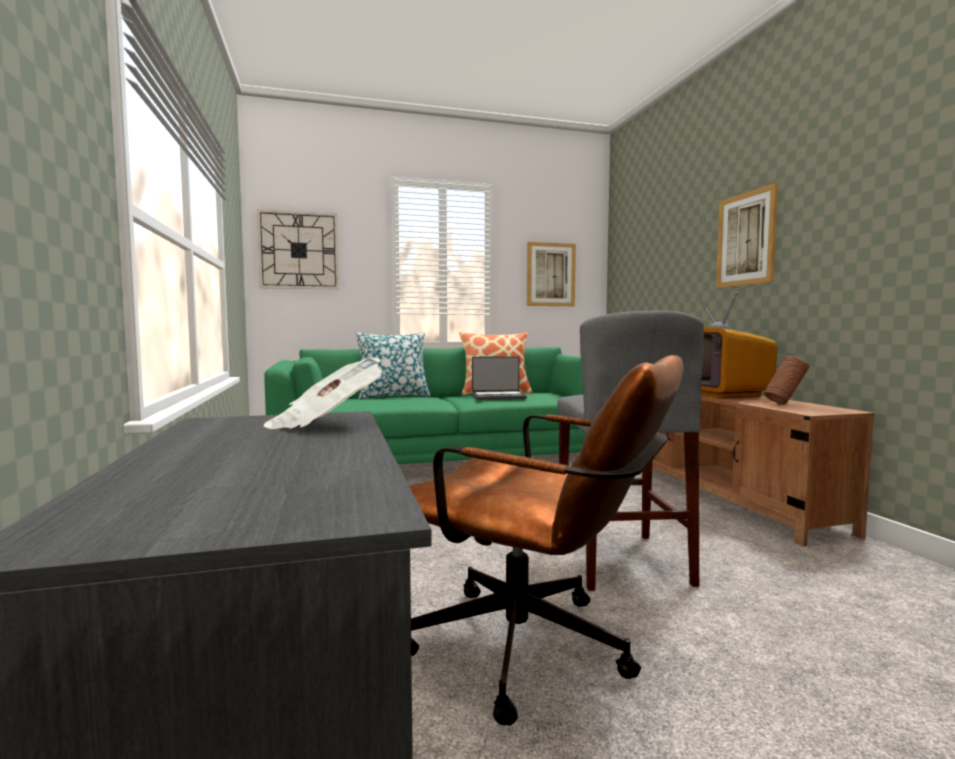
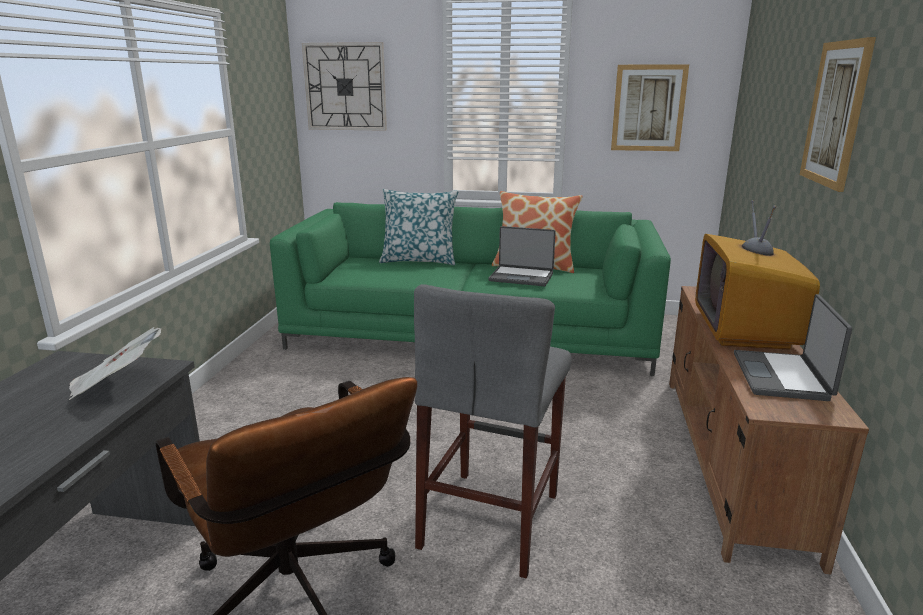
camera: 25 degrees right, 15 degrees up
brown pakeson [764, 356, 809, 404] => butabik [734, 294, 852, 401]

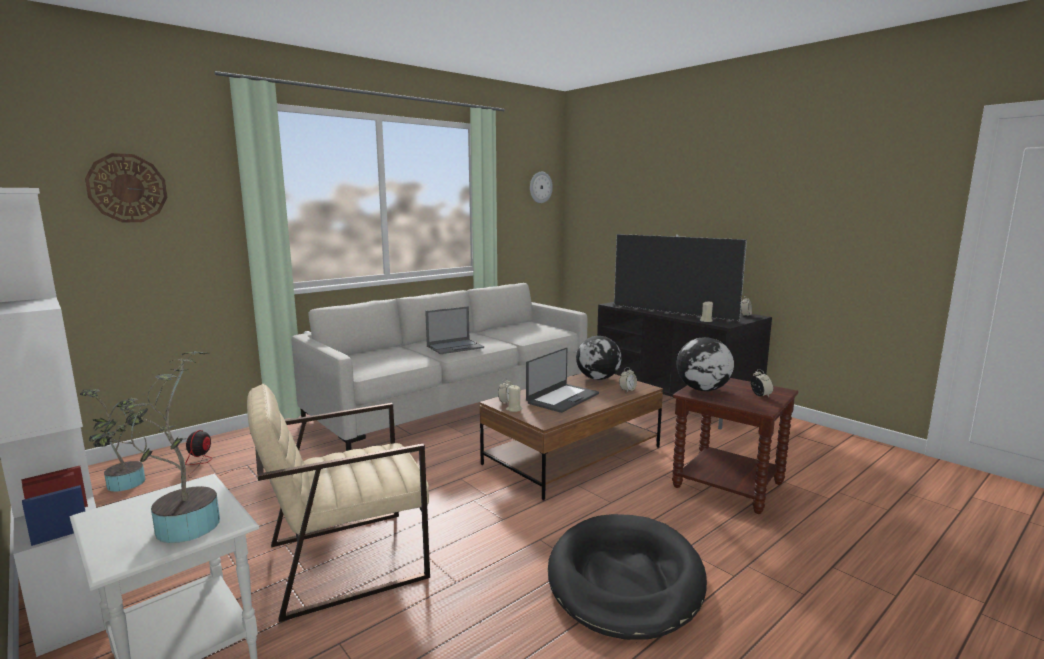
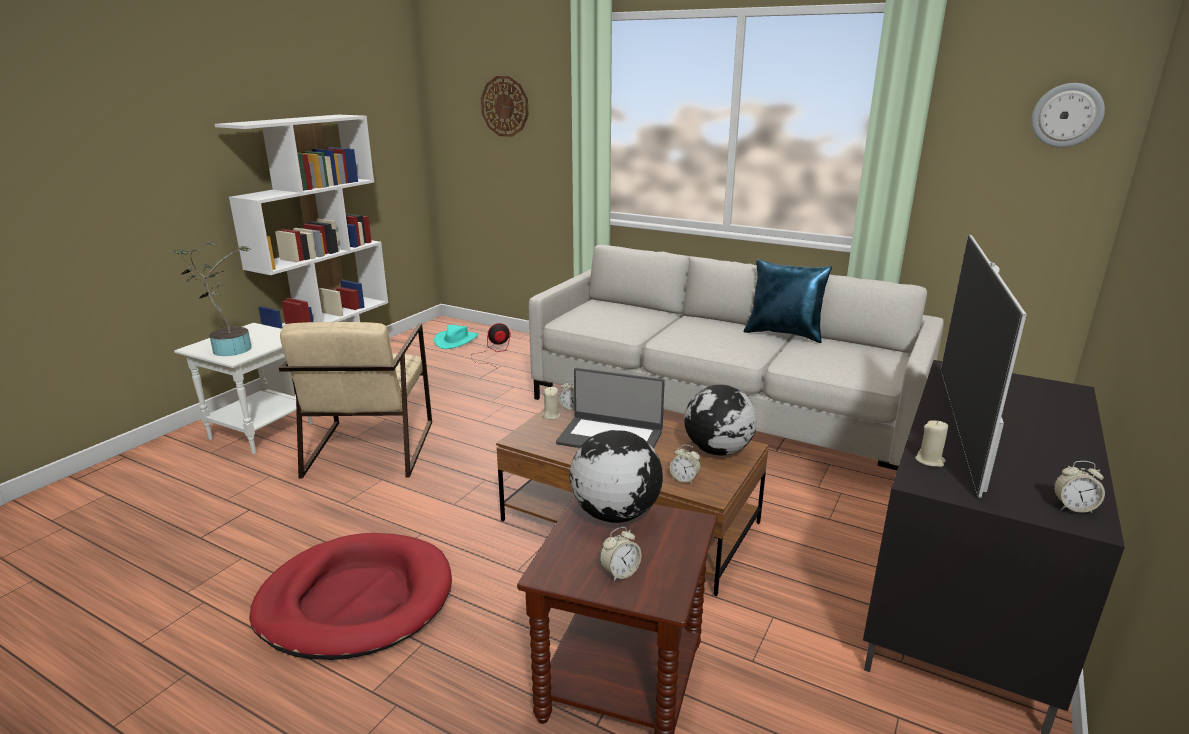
camera: 70 degrees right, 10 degrees up
butabik [425, 306, 484, 354] => nothing
nothing => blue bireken [744, 259, 832, 343]
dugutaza [80, 388, 145, 492] => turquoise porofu [434, 325, 478, 349]
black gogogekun [548, 514, 707, 640] => red gogogekun [249, 533, 452, 660]
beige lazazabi [247, 384, 430, 622] => beige lazazabi [279, 322, 432, 478], 135 degrees counterclockwise

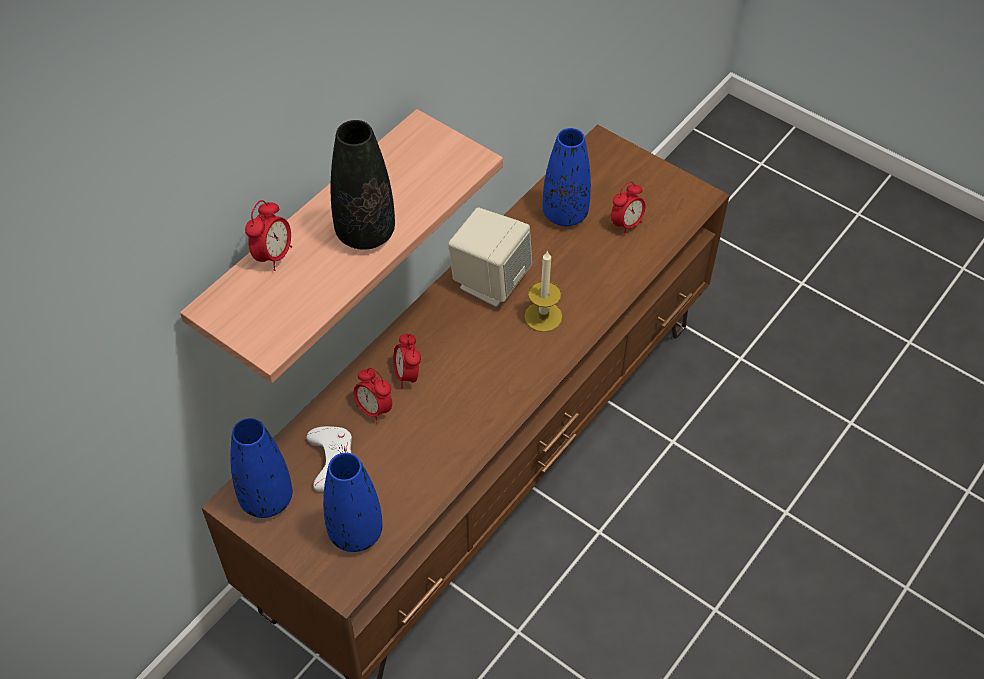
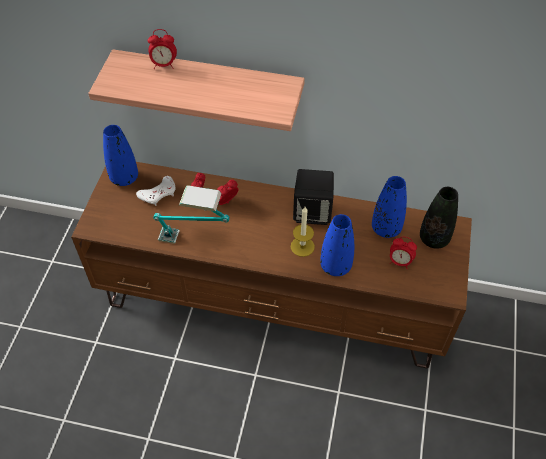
camera: 65 degrees right, 0 degrees up
nothing => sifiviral [153, 185, 230, 244]
blue pakeson [323, 453, 383, 552] => blue pakeson [320, 214, 354, 276], move
black pakeson [330, 120, 395, 250] => black pakeson [420, 187, 458, 249], move
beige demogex [448, 207, 532, 307] => black demogex [293, 169, 334, 225]

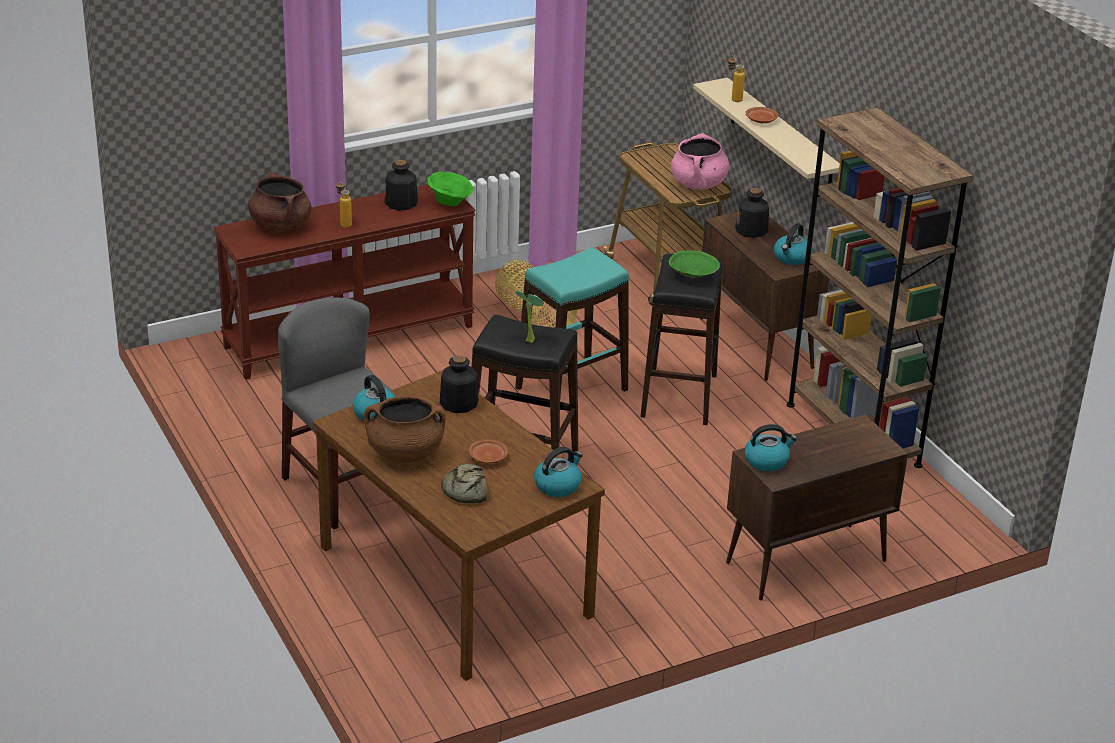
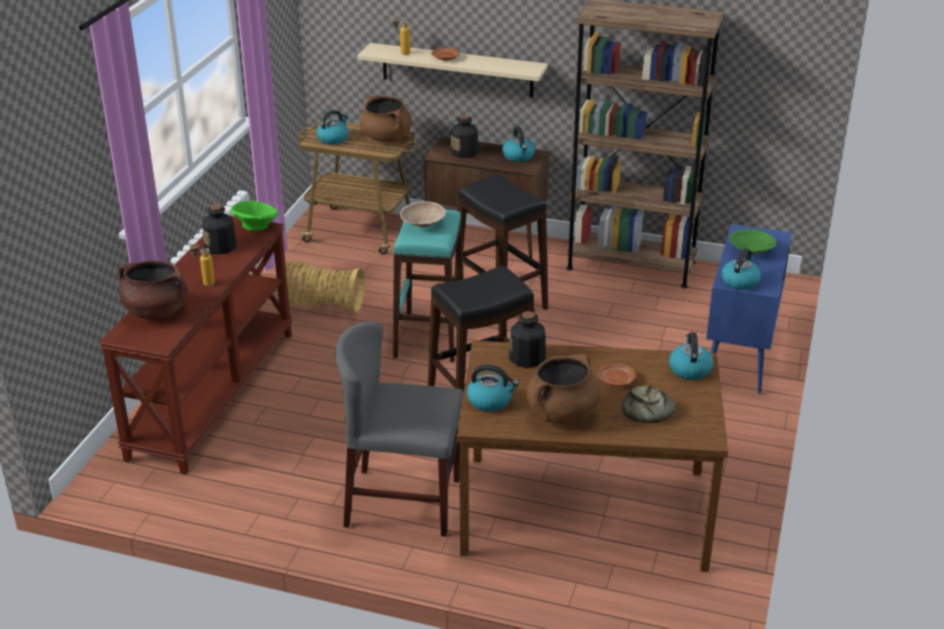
camera: 45 degrees left, 0 degrees up
dugutaza [515, 291, 544, 343] => nothing
nothing => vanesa [316, 110, 349, 145]
nothing => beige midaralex [400, 201, 446, 227]
green midaralex [669, 250, 720, 278] => green midaralex [729, 229, 776, 254], move
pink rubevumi [671, 133, 729, 189] => brown rubevumi [360, 96, 412, 143]
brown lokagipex [726, 415, 908, 601] => blue lokagipex [706, 224, 792, 394]

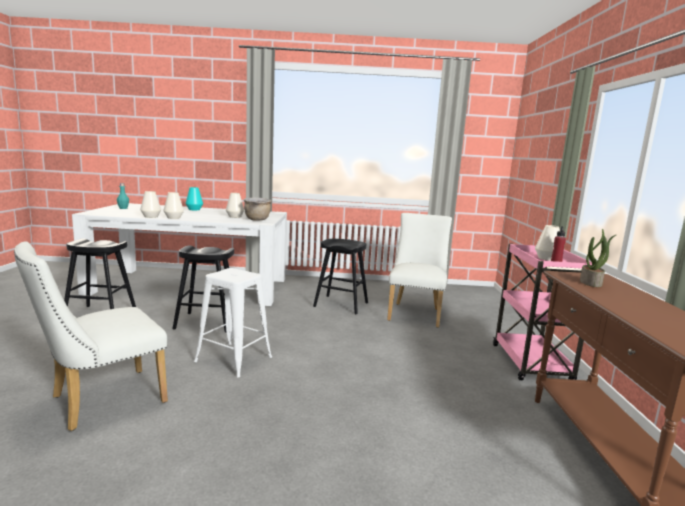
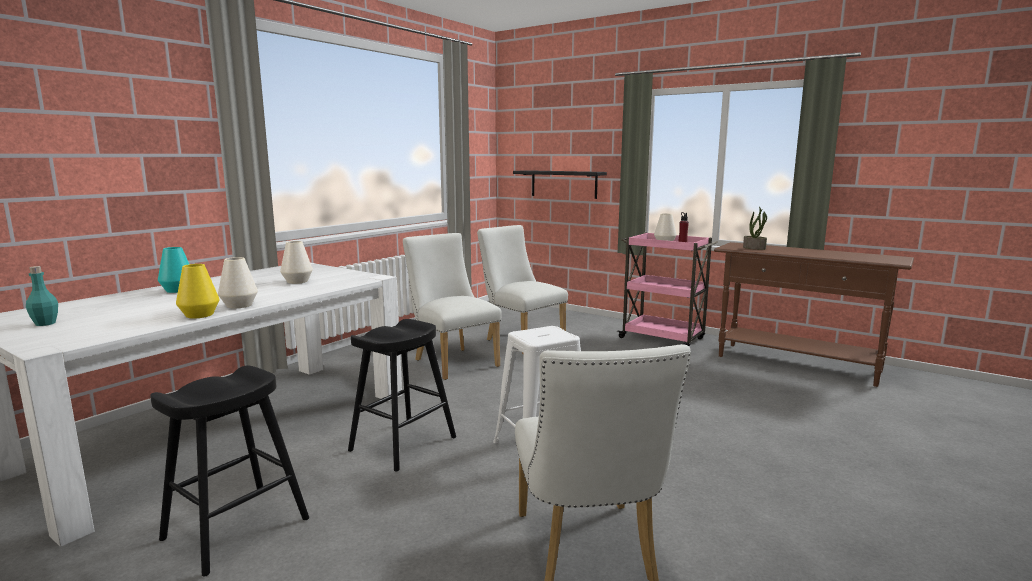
camera: 55 degrees left, 0 degrees up
brown rubevumi [244, 197, 272, 221] => nothing
nothing => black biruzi [513, 170, 607, 199]
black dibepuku [313, 239, 368, 314] => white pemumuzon [403, 233, 502, 380]
white pakeson [140, 191, 161, 218] => yellow pakeson [176, 264, 219, 318]

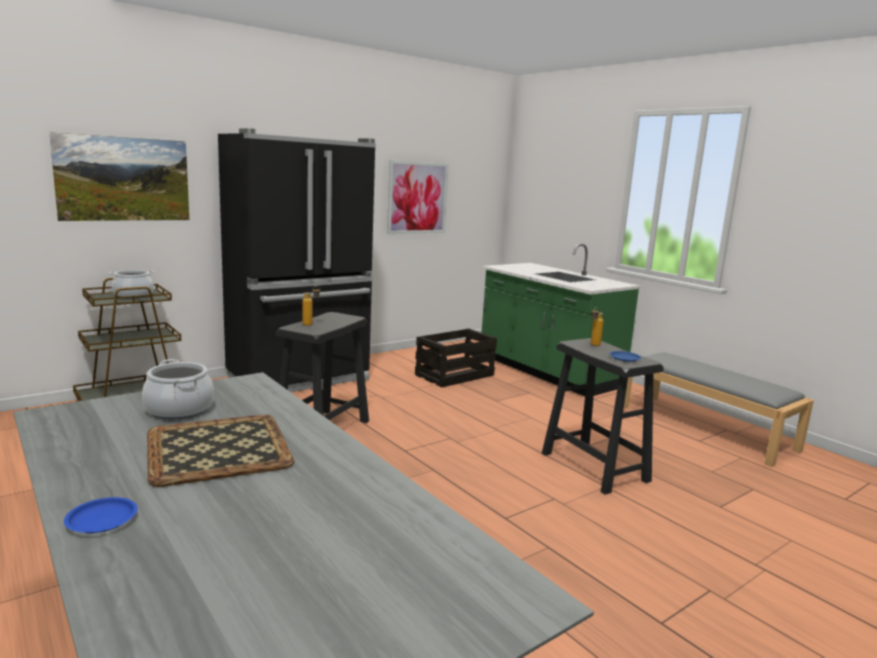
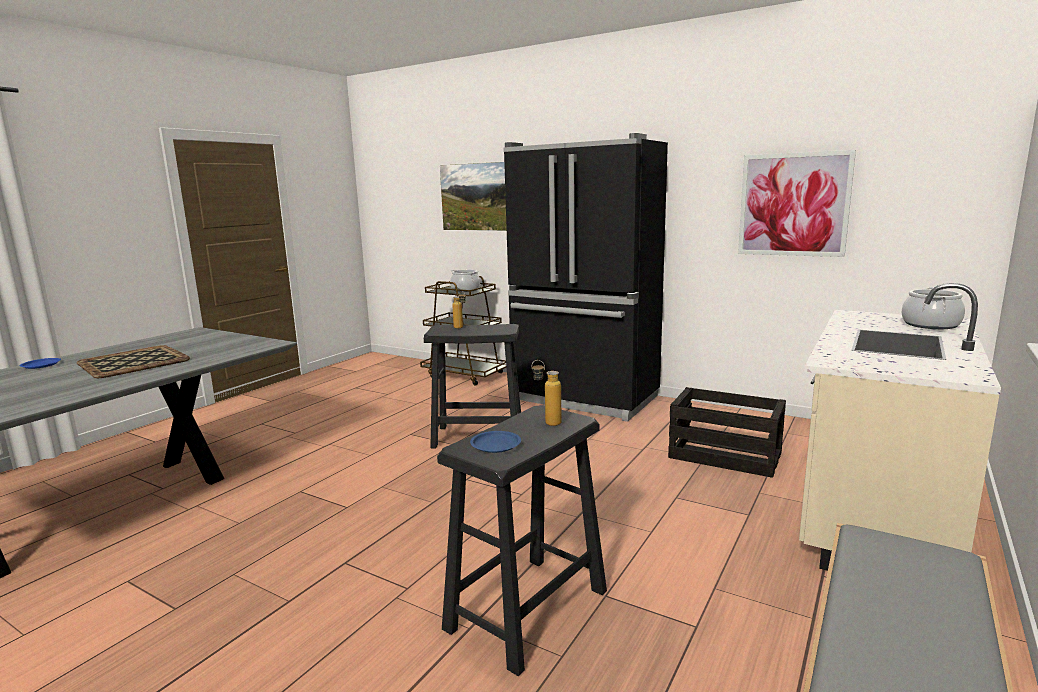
camera: 70 degrees right, 0 degrees up
rubevumi [142, 359, 214, 419] => rubevumi [902, 287, 965, 329], move
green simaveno [482, 244, 640, 396] => beige simaveno [799, 283, 1001, 571]

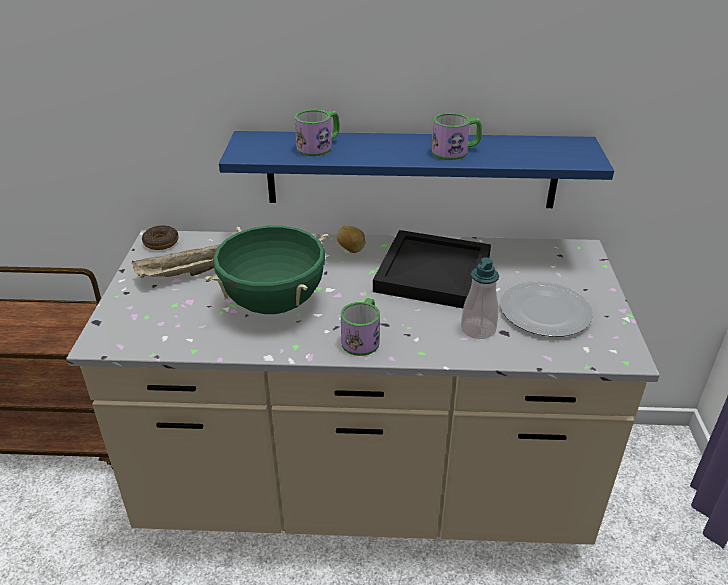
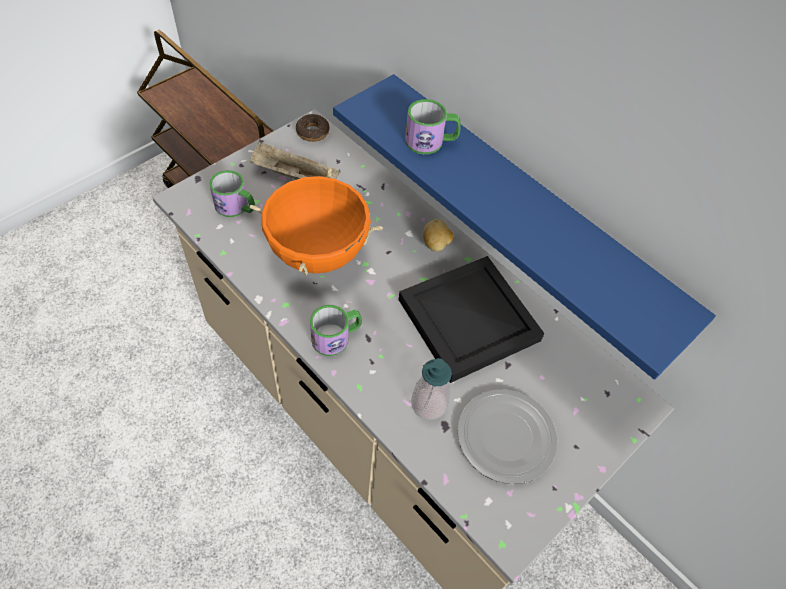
camera: 40 degrees right, 20 degrees up
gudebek [432, 113, 482, 160] => gudebek [209, 170, 255, 217], move
green rubevumi [205, 226, 328, 314] => orange rubevumi [250, 169, 383, 276]

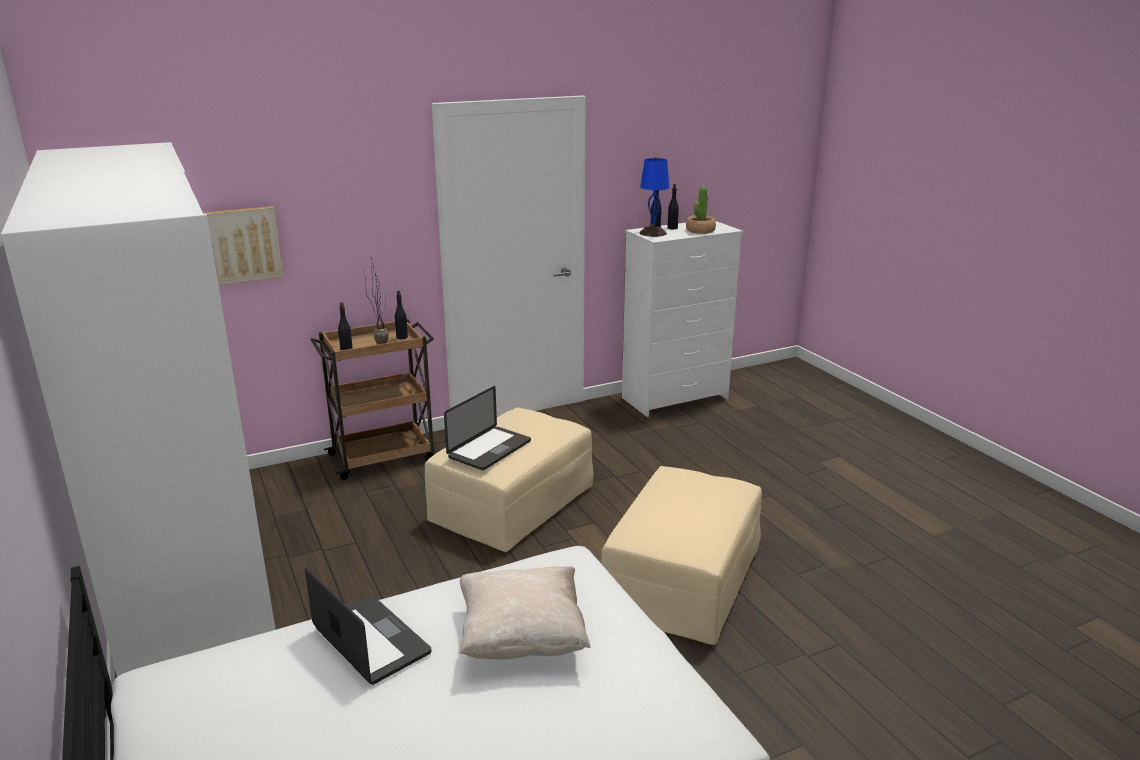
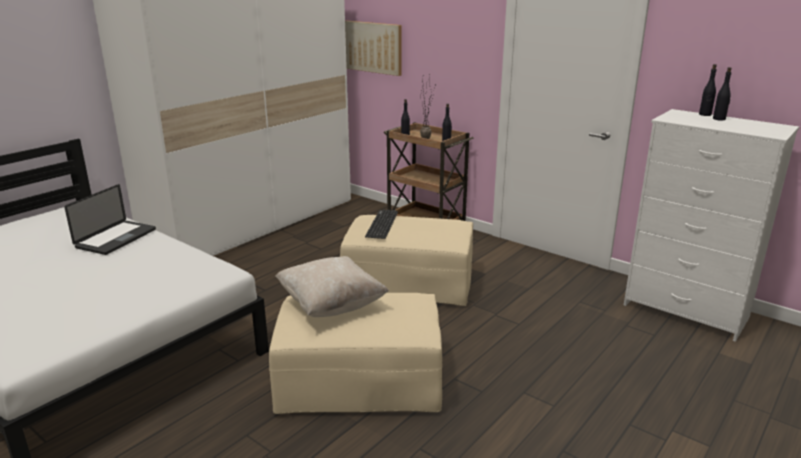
camera: 65 degrees right, 0 degrees up
blue sifiviral [640, 157, 669, 237] => nothing
dugutaza [686, 186, 716, 234] => nothing
beige bireken [459, 566, 590, 660] => beige bireken [275, 256, 389, 317], move
butabik [444, 386, 531, 470] => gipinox [365, 209, 398, 239]

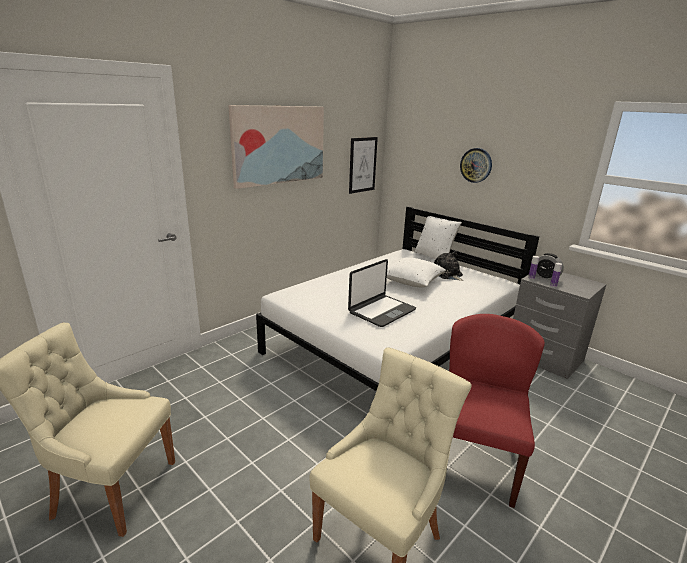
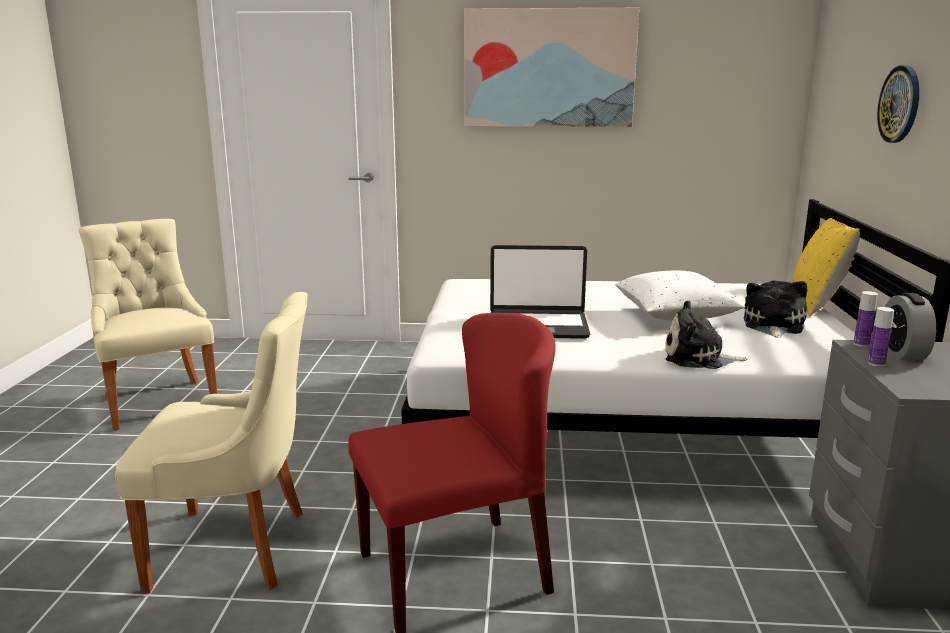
camera: 50 degrees right, 5 degrees down
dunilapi [349, 137, 378, 194] => nothing
nothing => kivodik [665, 301, 747, 369]
white bireken [414, 216, 462, 259] => yellow bireken [793, 218, 860, 316]

